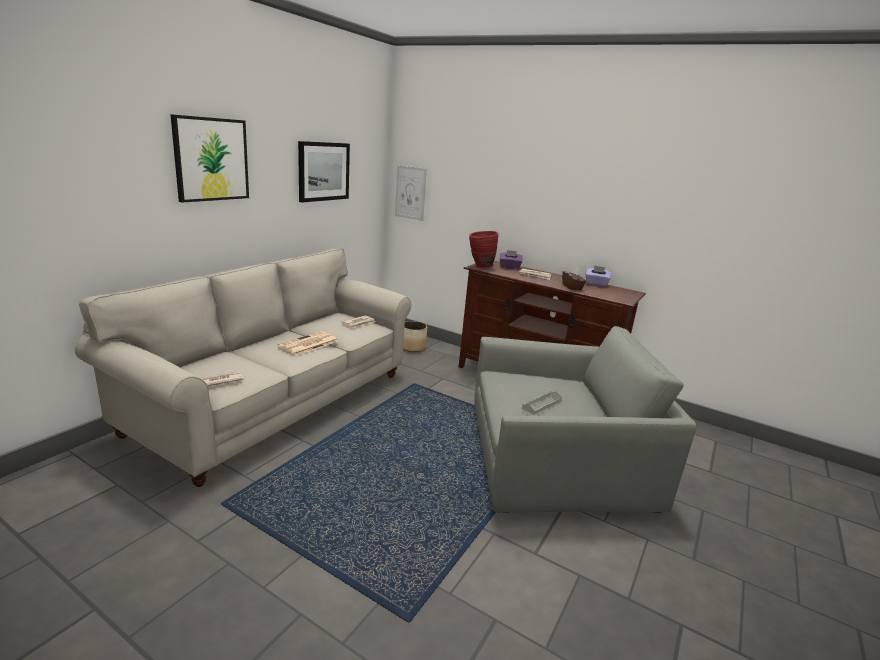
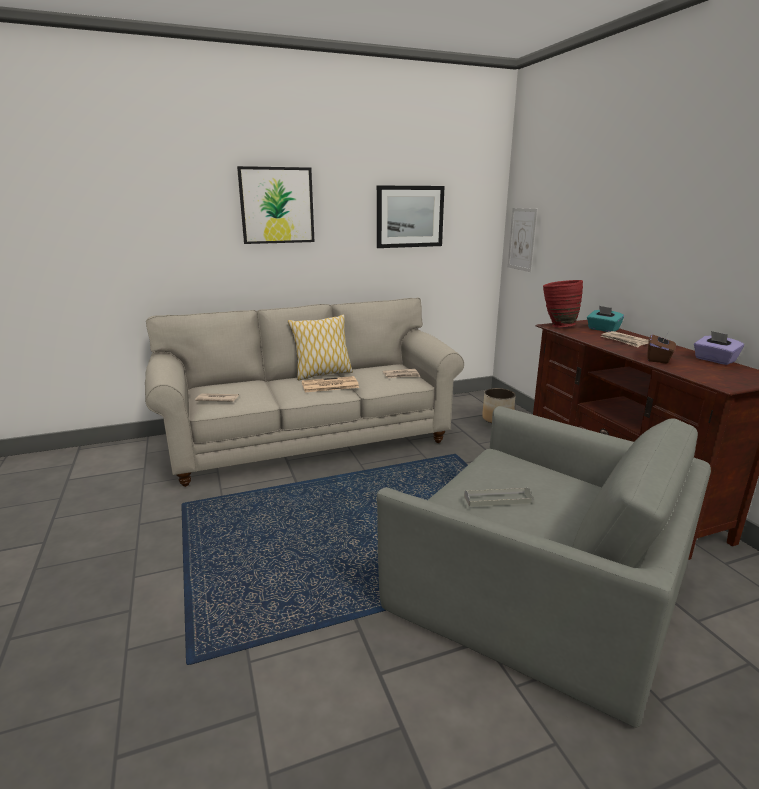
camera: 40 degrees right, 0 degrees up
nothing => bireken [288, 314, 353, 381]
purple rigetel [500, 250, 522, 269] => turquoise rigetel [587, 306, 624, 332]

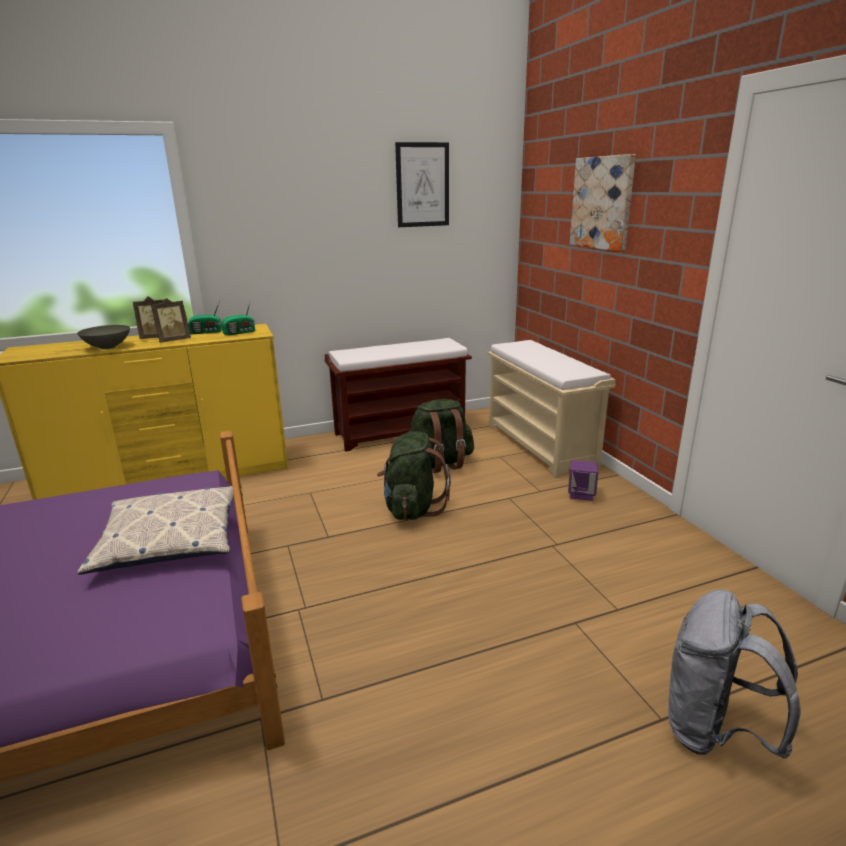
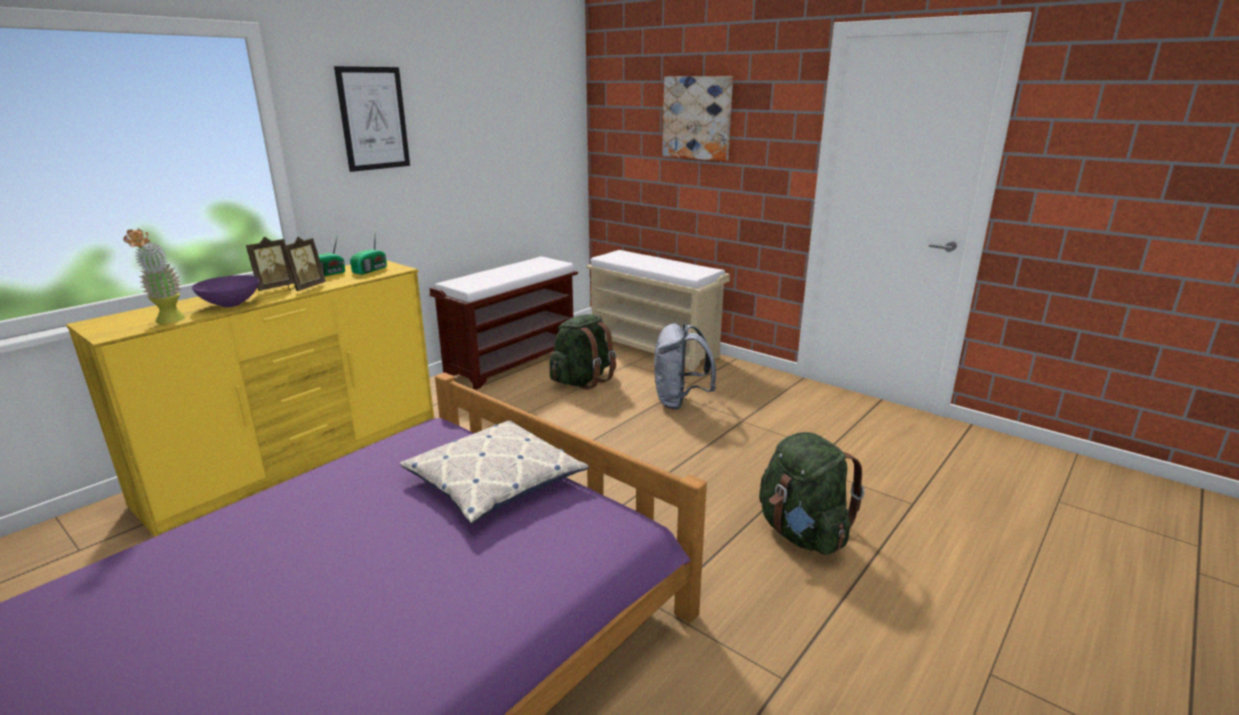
camera: 30 degrees left, 0 degrees up
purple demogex [568, 460, 598, 501] => nothing
nothing => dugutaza [123, 229, 186, 324]
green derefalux [377, 431, 451, 520] => green derefalux [759, 432, 865, 555], move
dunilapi [395, 142, 449, 227] => dunilapi [334, 66, 410, 172], move
grey derefalux [668, 589, 800, 759] => grey derefalux [654, 323, 716, 410], move
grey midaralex [77, 325, 130, 349] => purple midaralex [192, 275, 259, 307]

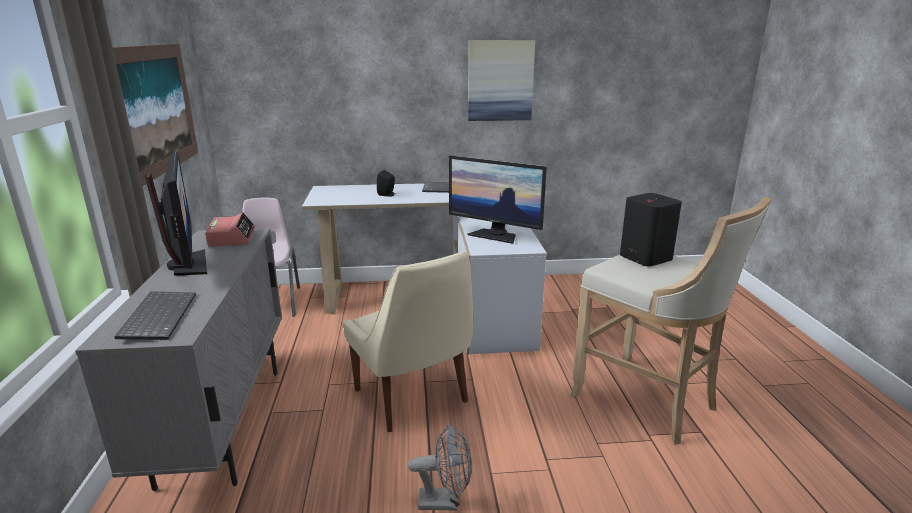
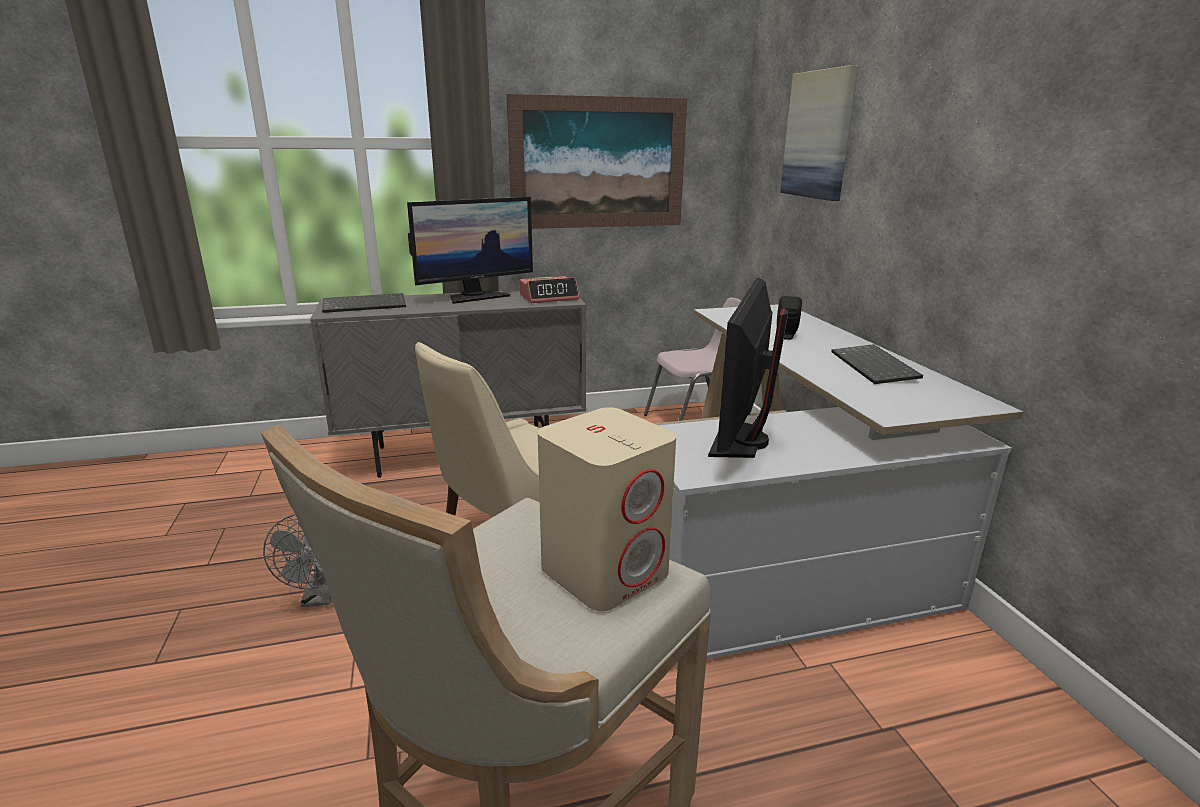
camera: 80 degrees right, 0 degrees up
dunilapi [468, 40, 535, 121] => dunilapi [780, 65, 858, 201], move
black demogex [620, 193, 682, 267] => beige demogex [538, 407, 676, 611]

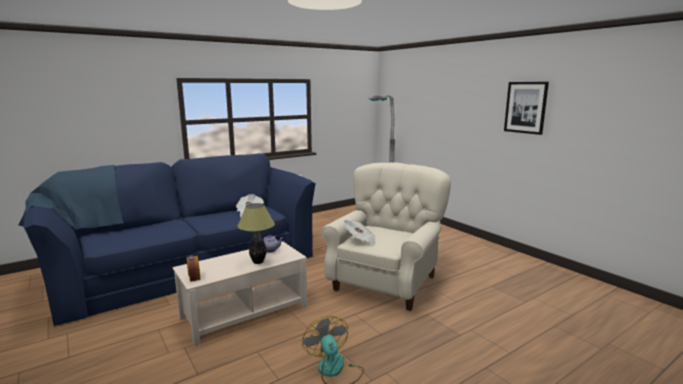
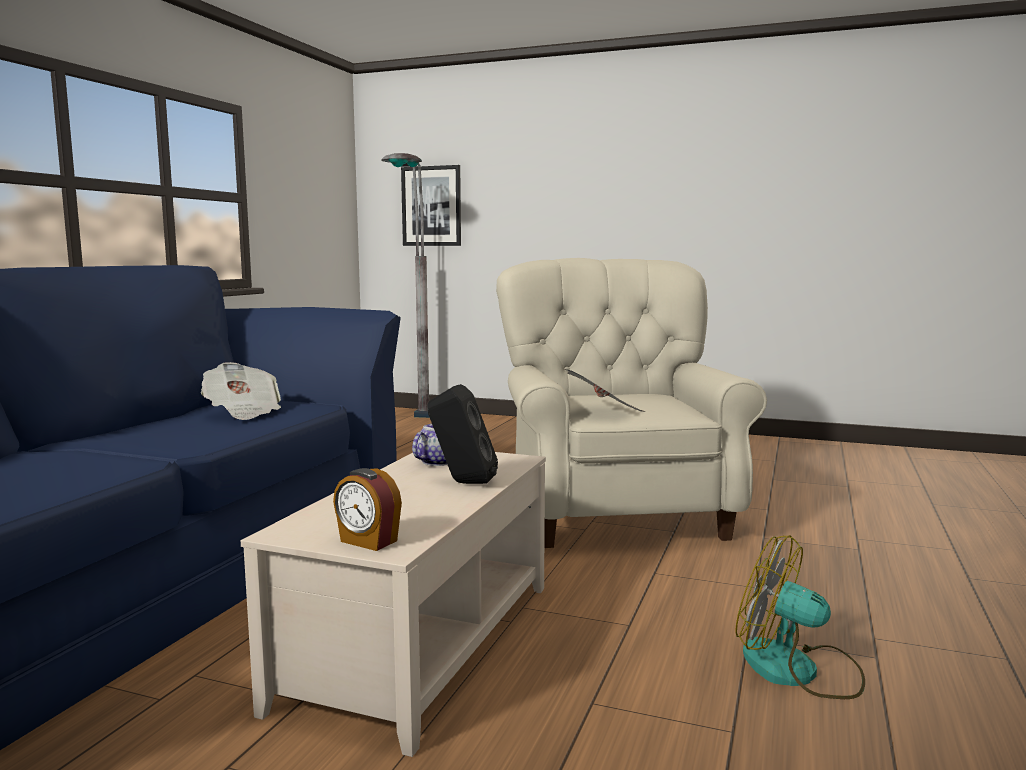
camera: 35 degrees left, 5 degrees down
dunilapi [504, 82, 549, 135] => dunilapi [401, 165, 461, 246], move
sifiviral [237, 203, 275, 264] => black demogex [427, 384, 498, 484]

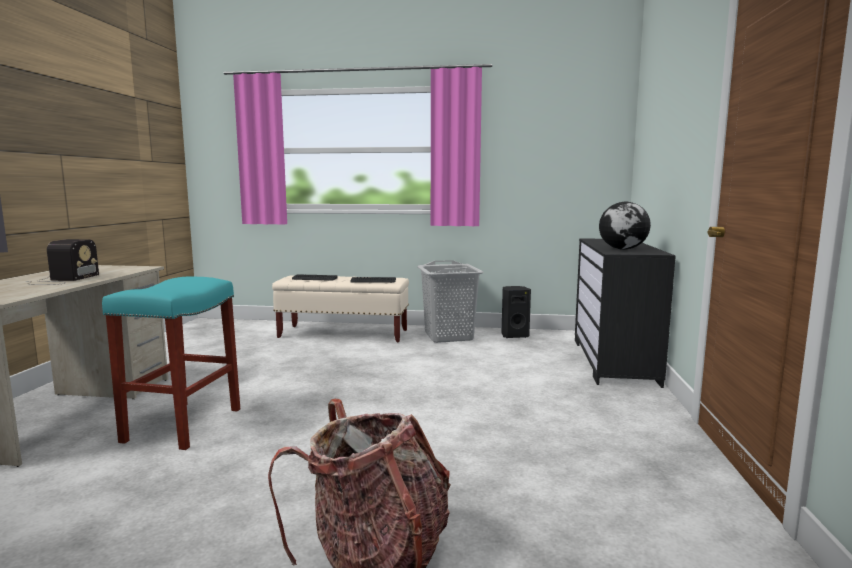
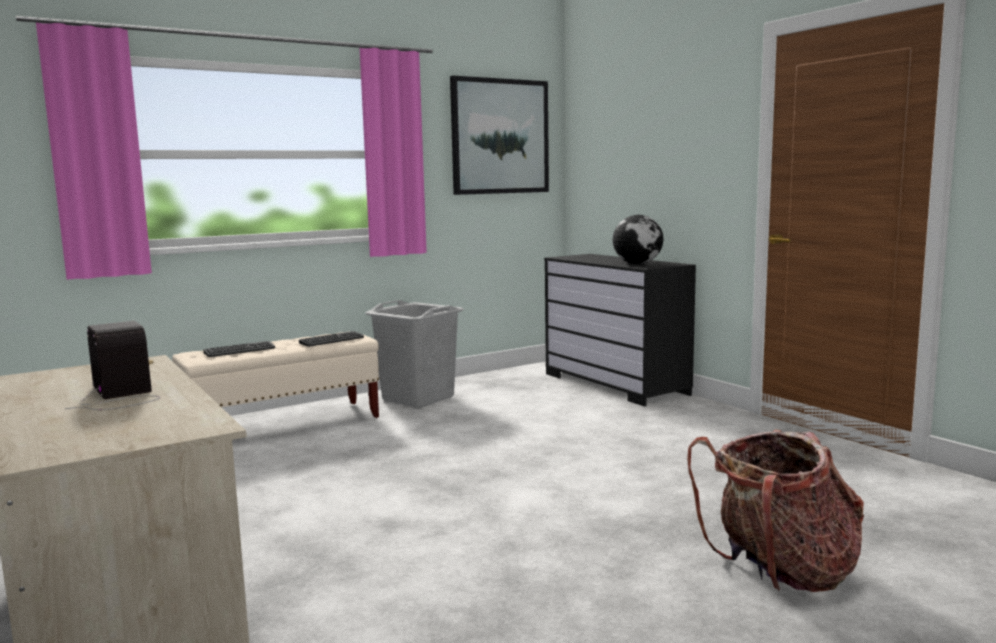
camera: 40 degrees left, 0 degrees up
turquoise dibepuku [102, 276, 240, 450] => nothing
black demogex [502, 286, 531, 338] => nothing
nothing => dunilapi [450, 76, 549, 195]

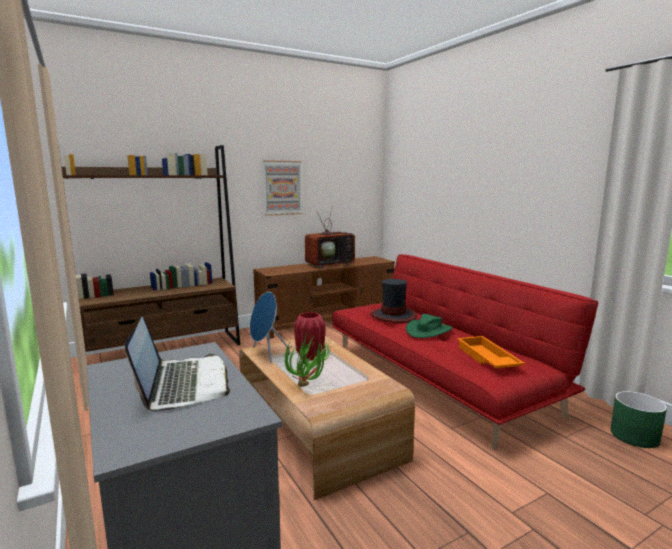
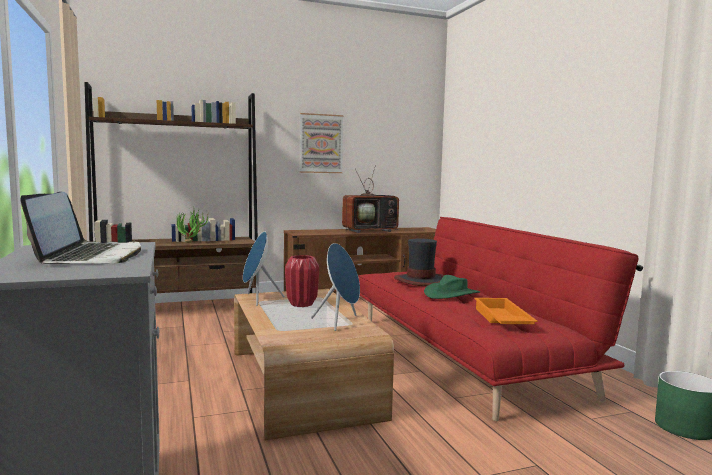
camera: 10 degrees right, 5 degrees down
nothing => blue demogex [311, 243, 360, 331]
dugutaza [283, 333, 331, 387] => dugutaza [177, 209, 209, 243], move

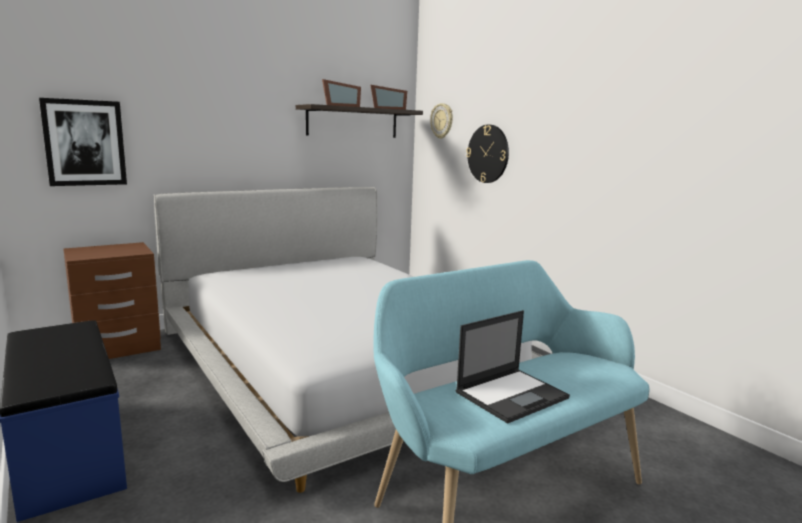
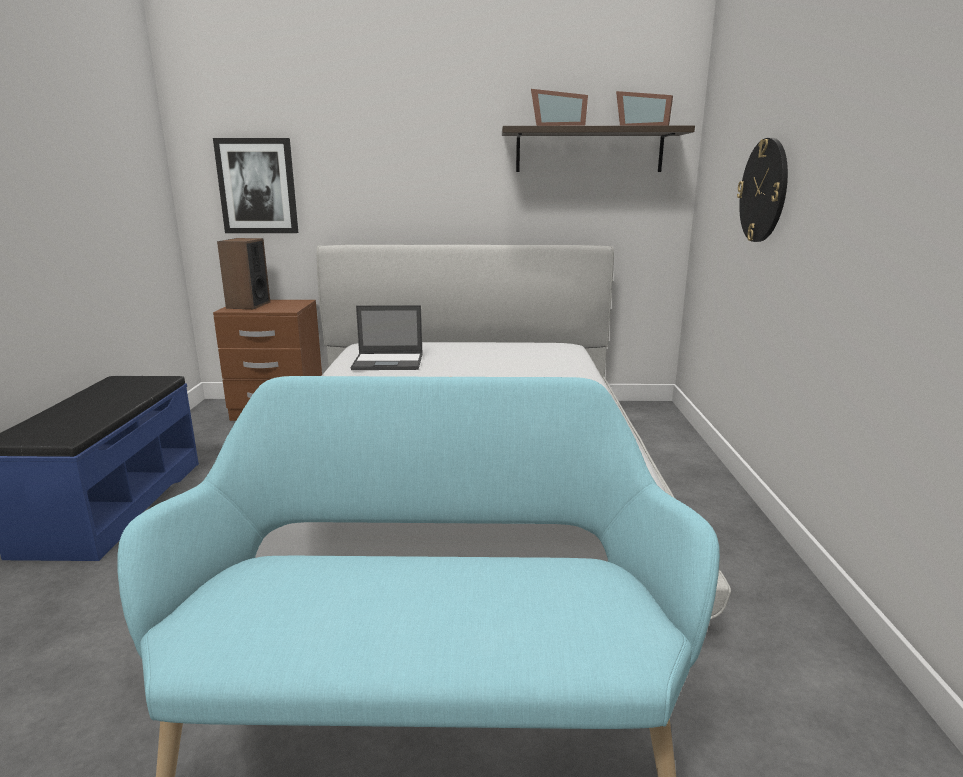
camera: 35 degrees right, 5 degrees up
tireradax [430, 103, 453, 139] => nothing
nothing => demogex [217, 238, 270, 309]
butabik [456, 310, 570, 424] => butabik [351, 305, 423, 370], move

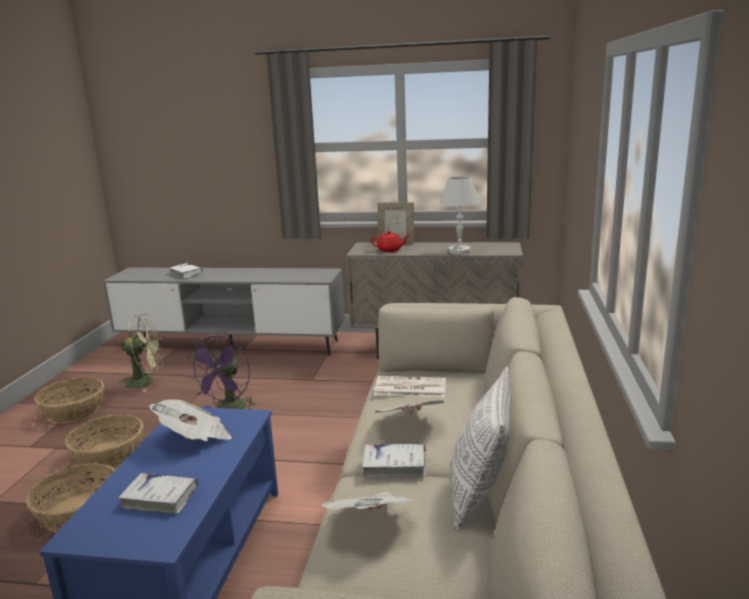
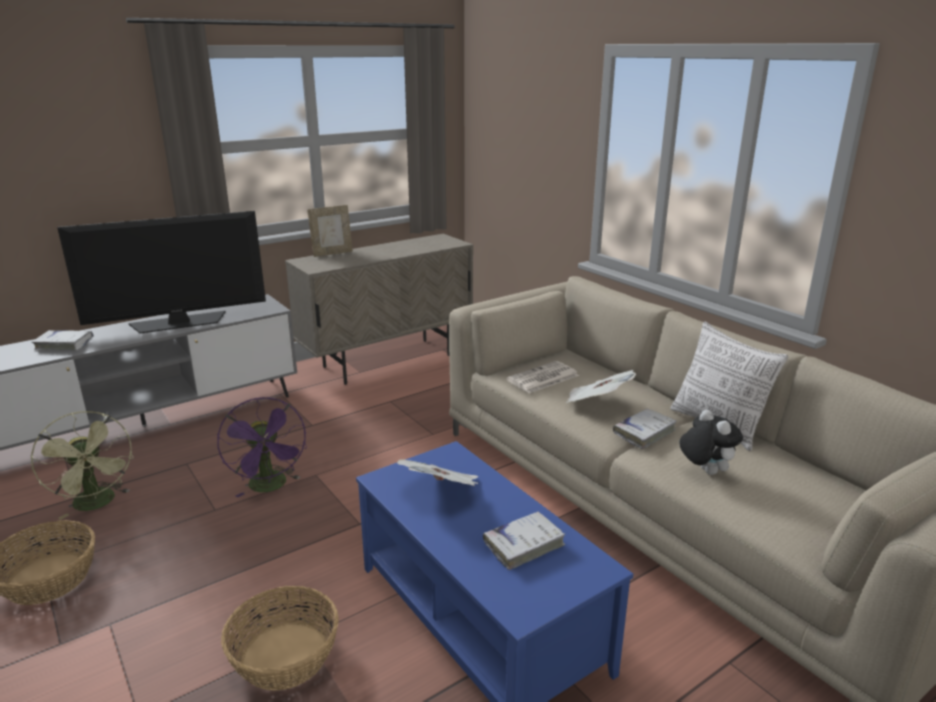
camera: 45 degrees left, 5 degrees up
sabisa [65, 414, 143, 469] => nothing
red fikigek [371, 231, 410, 252] => nothing
white sifiviral [439, 176, 480, 254] => nothing
nothing => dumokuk [57, 211, 266, 334]
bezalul [321, 492, 414, 511] => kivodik [679, 410, 743, 475]
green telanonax [119, 314, 164, 392] => green telanonax [31, 411, 134, 520], 105 degrees clockwise

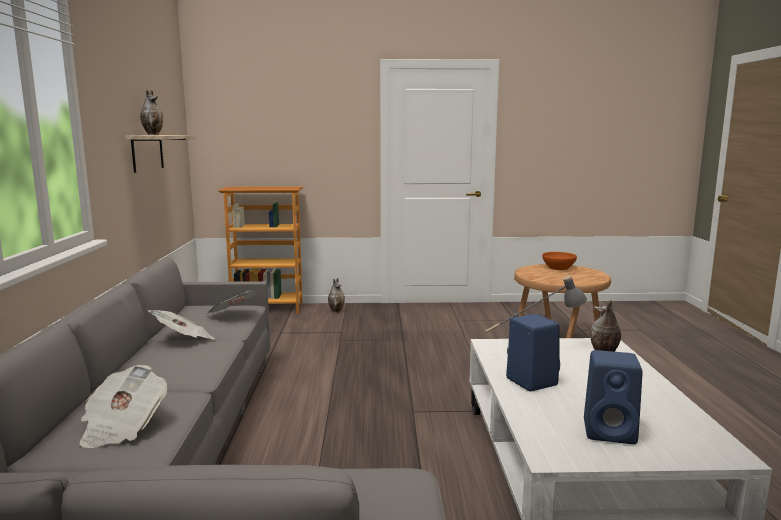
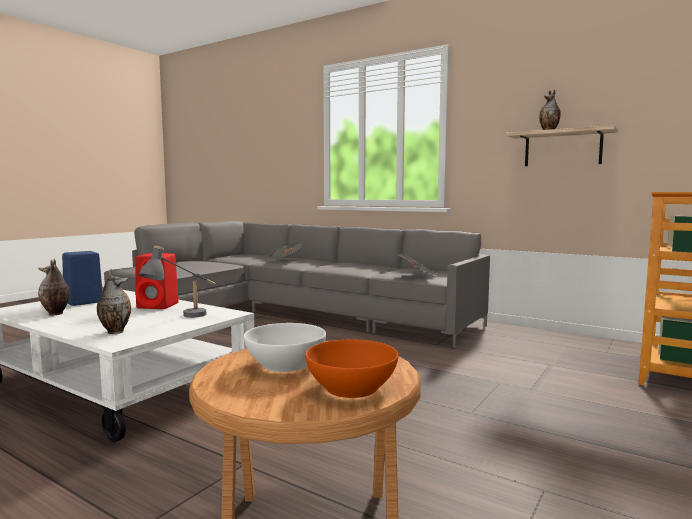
camera: 125 degrees right, 5 degrees down
bezalul [148, 310, 215, 339] => nothing
nothing => white midaralex [244, 323, 326, 372]
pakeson [328, 278, 345, 313] => pakeson [38, 259, 70, 315], move
blue demogex [506, 314, 560, 391] => red demogex [135, 253, 179, 309]

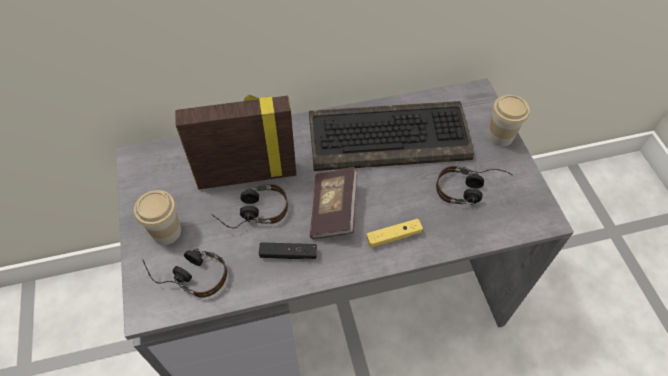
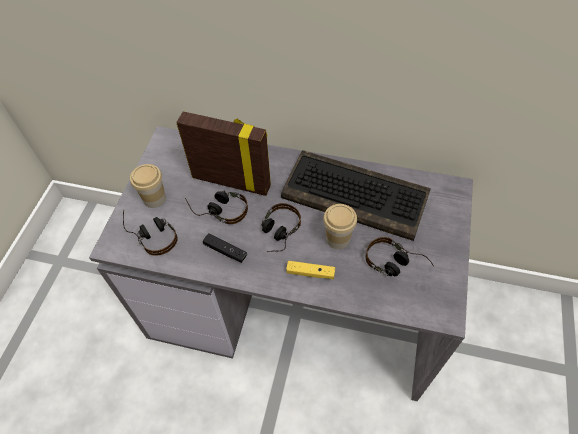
camera: 30 degrees right, 0 degrees up
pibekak [488, 95, 530, 147] => pibekak [323, 204, 357, 249], move
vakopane [310, 167, 358, 239] => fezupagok [262, 203, 301, 252]

